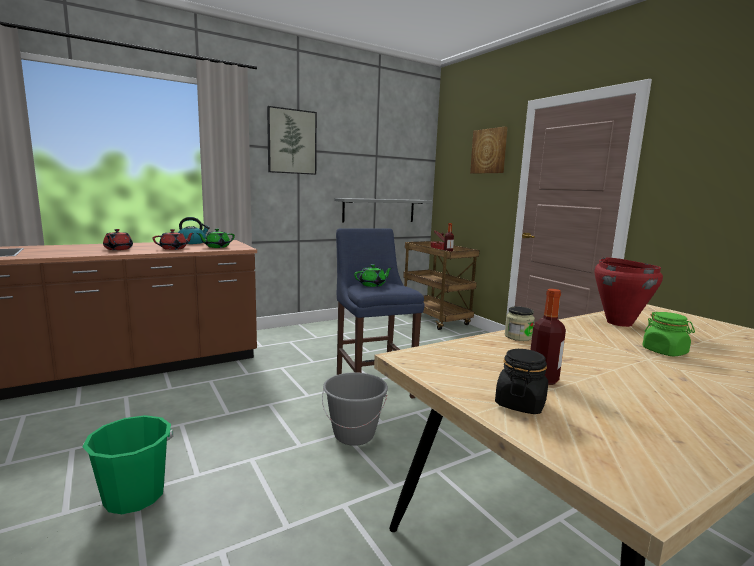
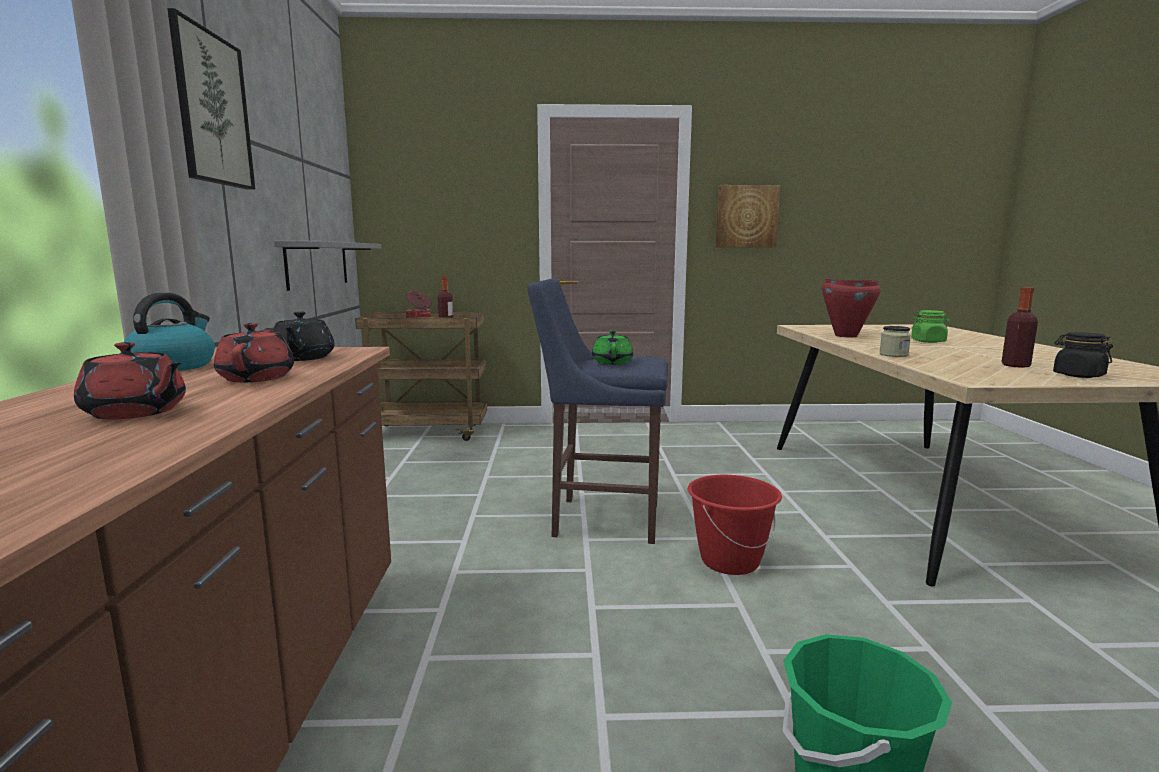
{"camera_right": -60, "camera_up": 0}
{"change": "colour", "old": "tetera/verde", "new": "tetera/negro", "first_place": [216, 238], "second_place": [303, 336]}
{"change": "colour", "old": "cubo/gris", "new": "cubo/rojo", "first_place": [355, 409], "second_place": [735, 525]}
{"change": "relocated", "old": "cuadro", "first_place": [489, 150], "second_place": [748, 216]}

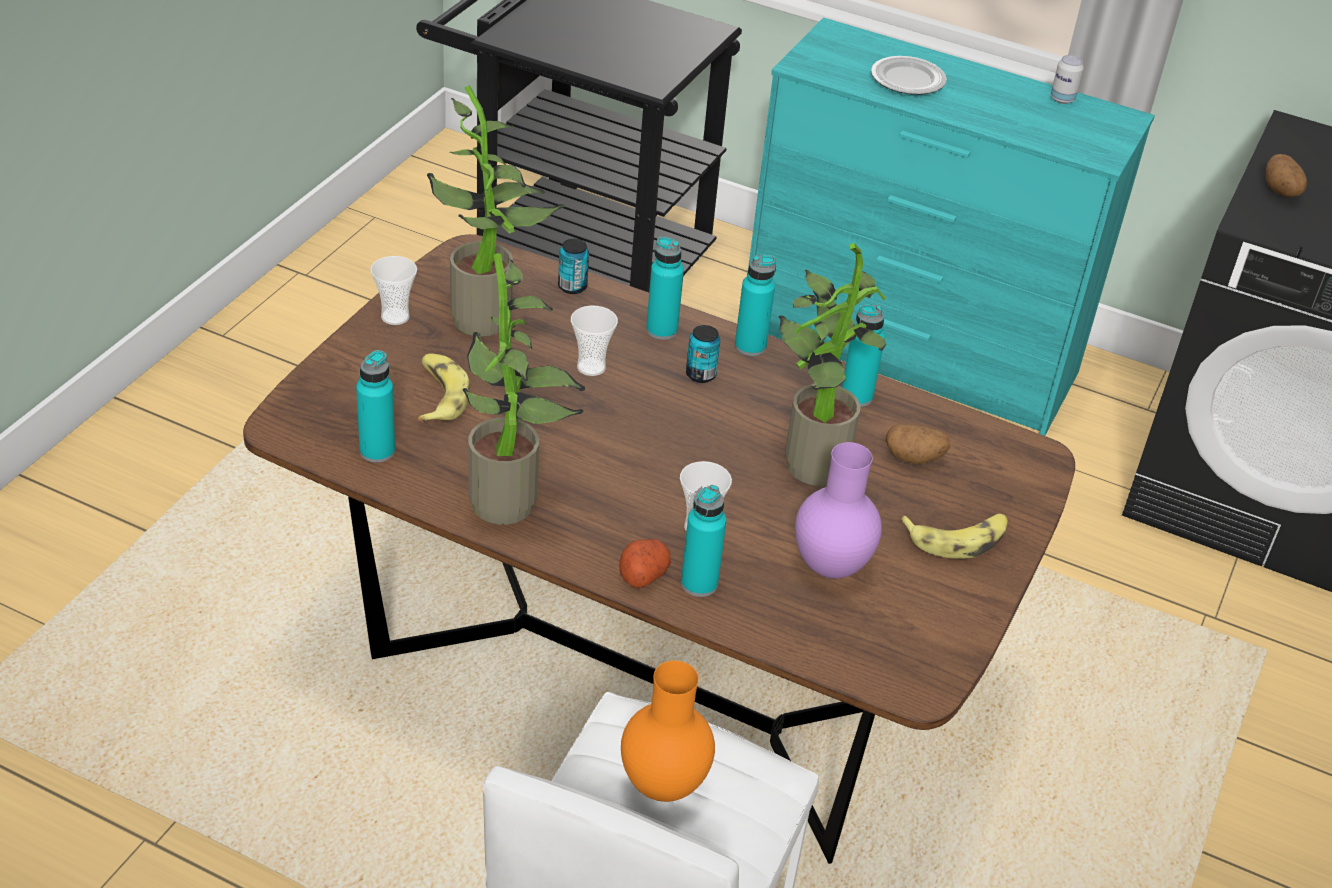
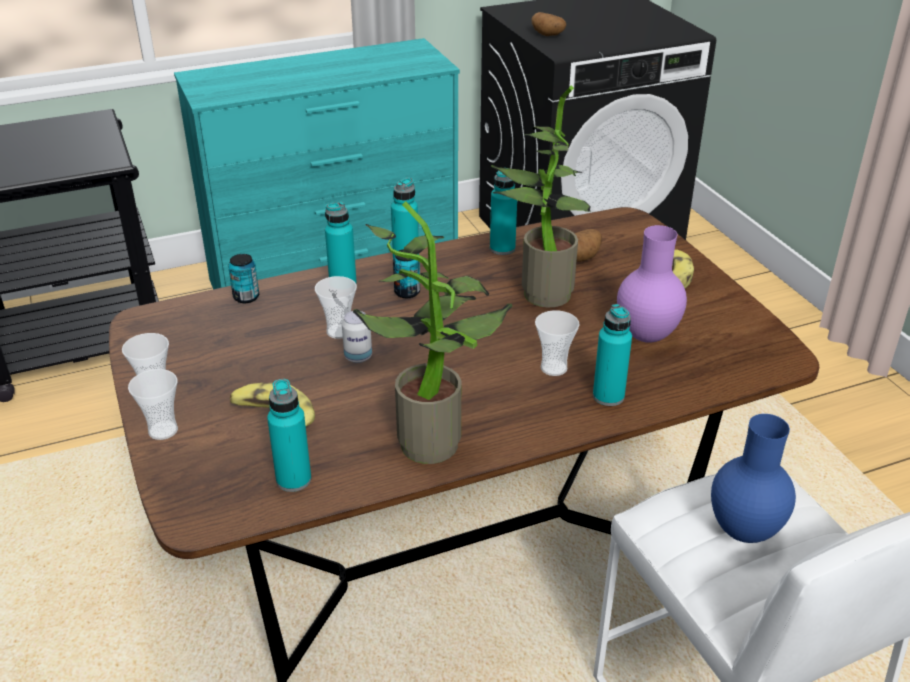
{"camera_right": -45, "camera_up": -5}
{"change": "appeared", "new": "taza", "second_place": [153, 404]}
{"change": "relocated", "old": "lata", "first_place": [1067, 79], "second_place": [357, 337]}
{"change": "colour", "old": "florero/naranja", "new": "florero/azul", "first_place": [668, 731], "second_place": [753, 478]}
{"change": "missing", "old": "planta en maceta", "first_place": [495, 211]}
{"change": "missing", "old": "patata", "first_place": [645, 563]}
{"change": "missing", "old": "plato", "first_place": [909, 75]}

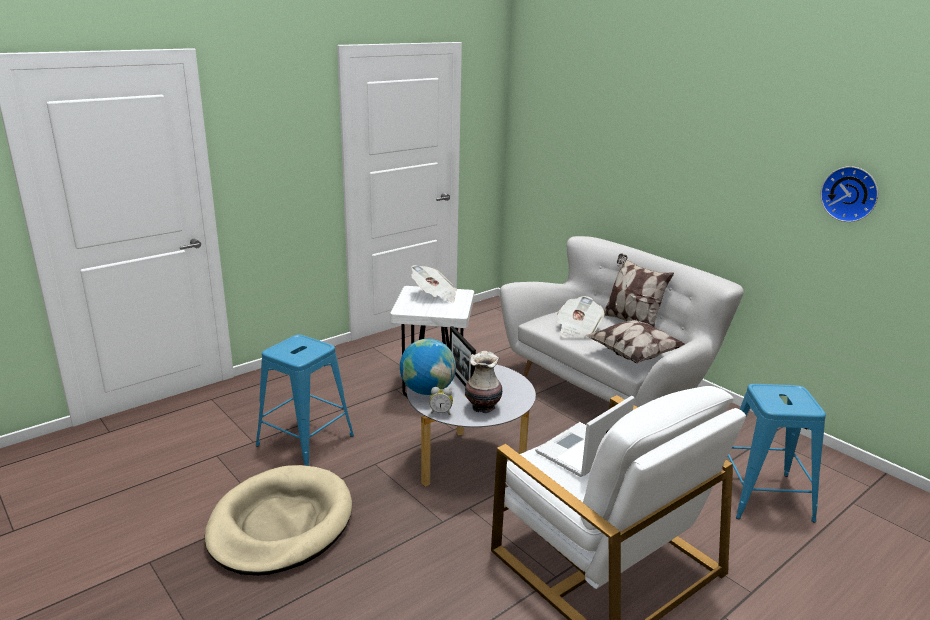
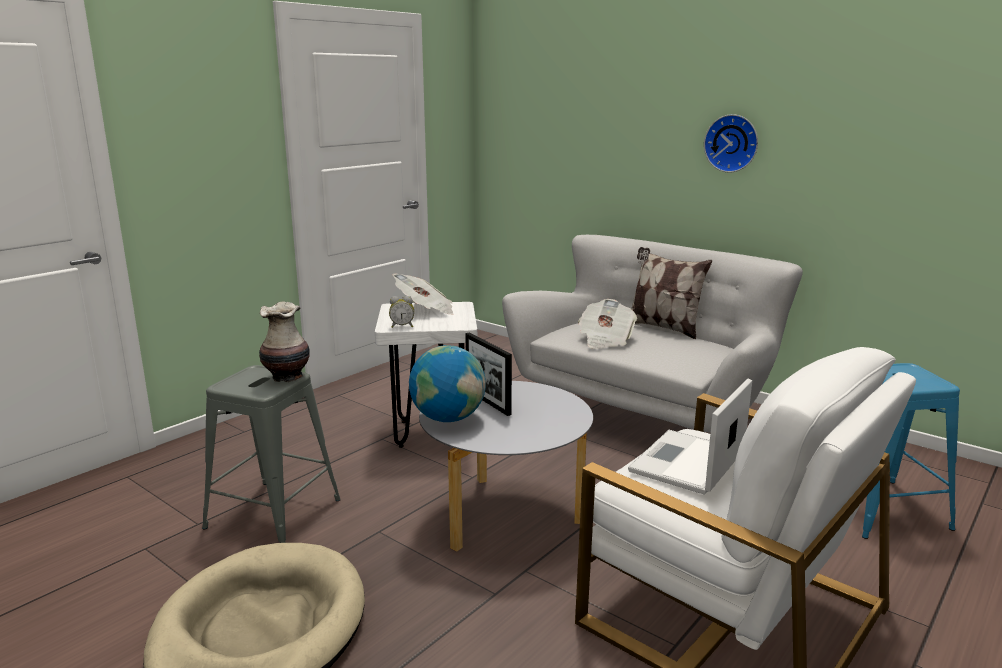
{"camera_right": -10, "camera_up": -5}
{"change": "colour", "old": "taburete/azul", "new": "taburete/gris", "first_place": [305, 400], "second_place": [271, 454]}
{"change": "relocated", "old": "florero", "first_place": [483, 382], "second_place": [284, 342]}
{"change": "relocated", "old": "despertador", "first_place": [441, 401], "second_place": [401, 312]}
{"change": "relocated", "old": "reloj de pared", "first_place": [849, 194], "second_place": [731, 143]}
{"change": "missing", "old": "cojín", "first_place": [635, 341]}

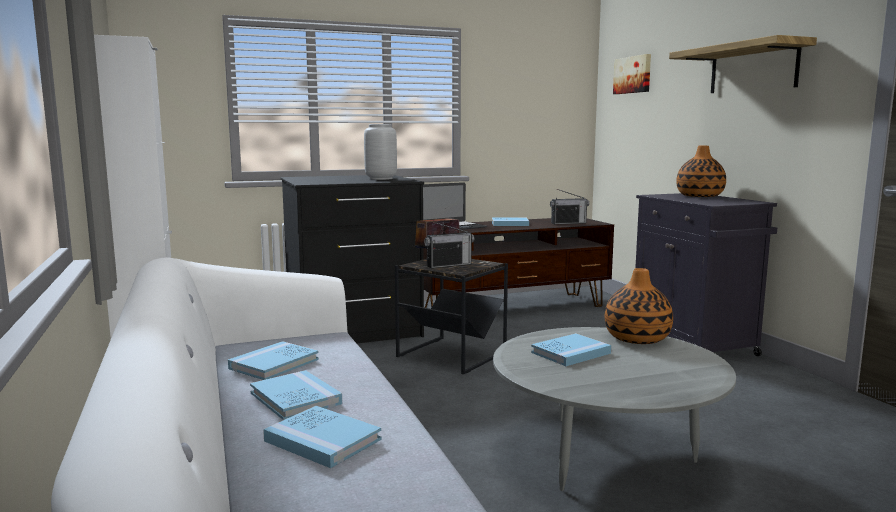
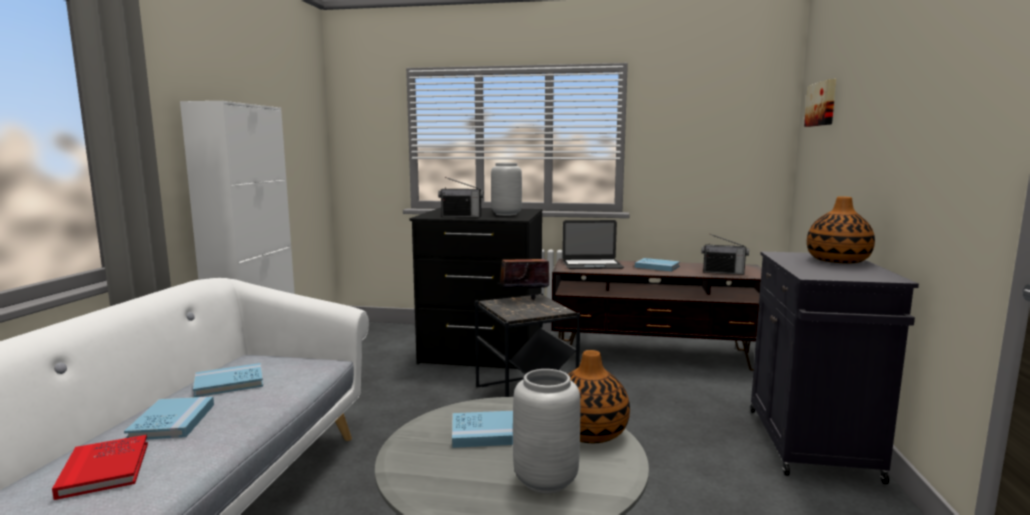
{"camera_right": 30, "camera_up": 0}
{"change": "colour", "old": "libro/azul", "new": "libro/rojo", "first_place": [322, 437], "second_place": [100, 467]}
{"change": "relocated", "old": "radio", "first_place": [449, 245], "second_place": [461, 197]}
{"change": "appeared", "new": "florero/gris", "second_place": [546, 431]}
{"change": "missing", "old": "estante", "first_place": [743, 64]}

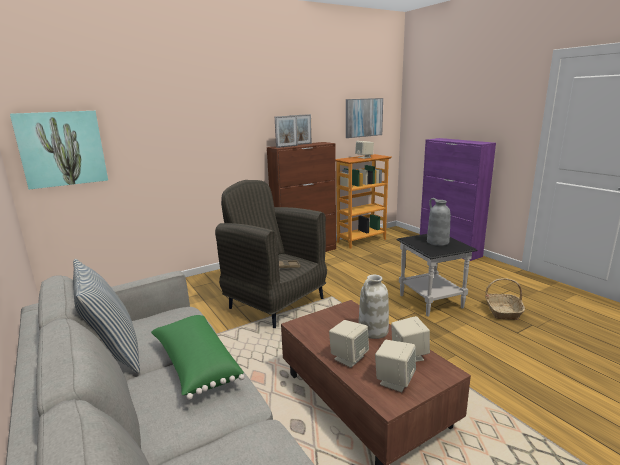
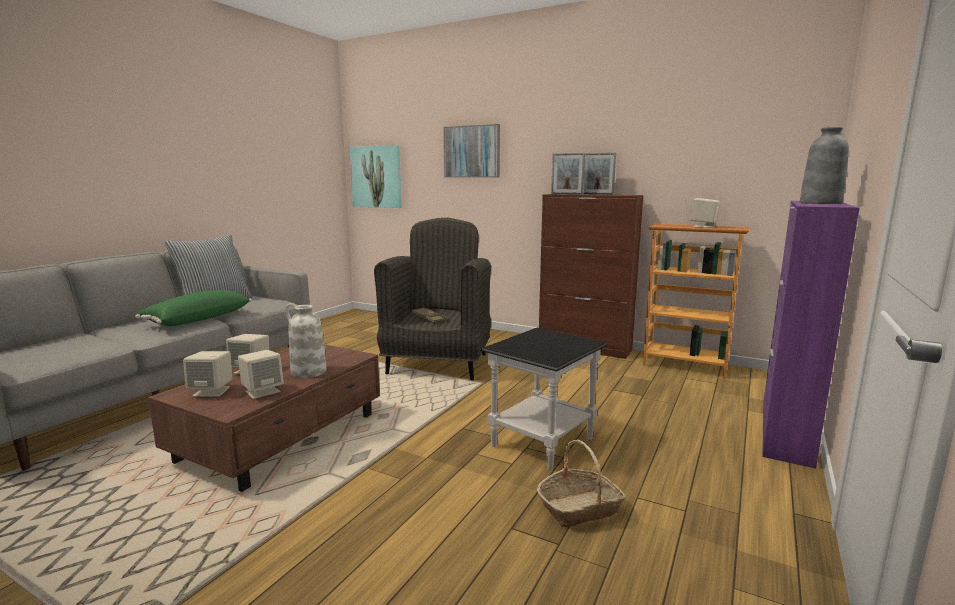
{"camera_right": 60, "camera_up": -5}
{"change": "relocated", "old": "cuadro", "first_place": [364, 118], "second_place": [472, 150]}
{"change": "relocated", "old": "florero/gris", "first_place": [438, 222], "second_place": [824, 165]}

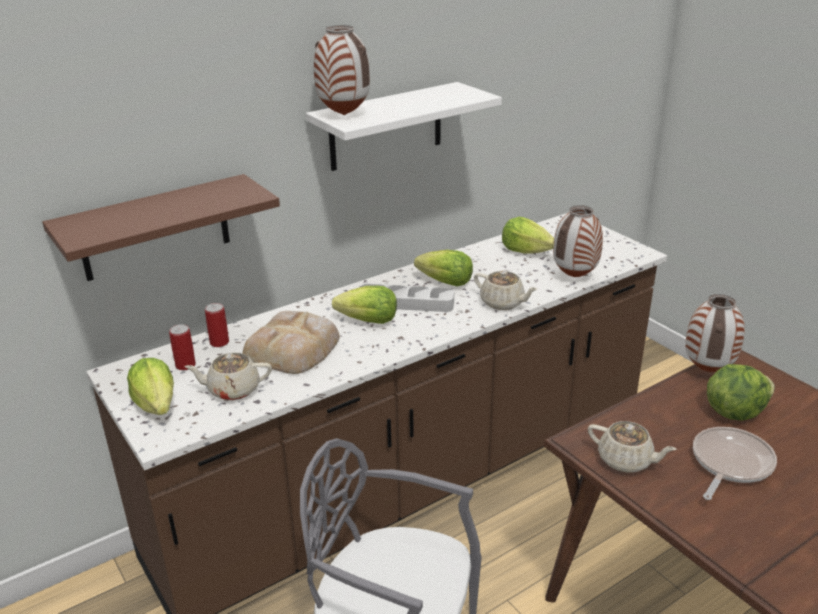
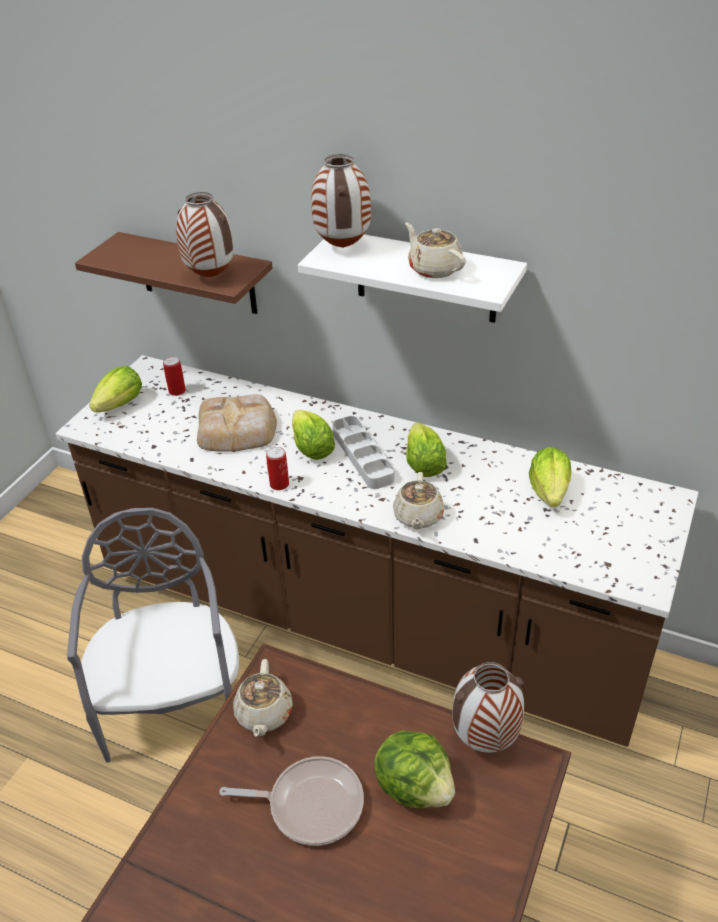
{"camera_right": 60, "camera_up": 10}
{"change": "relocated", "old": "florero", "first_place": [578, 241], "second_place": [205, 234]}
{"change": "relocated", "old": "lata", "first_place": [217, 325], "second_place": [277, 468]}
{"change": "relocated", "old": "tetera/beis", "first_place": [228, 376], "second_place": [435, 250]}

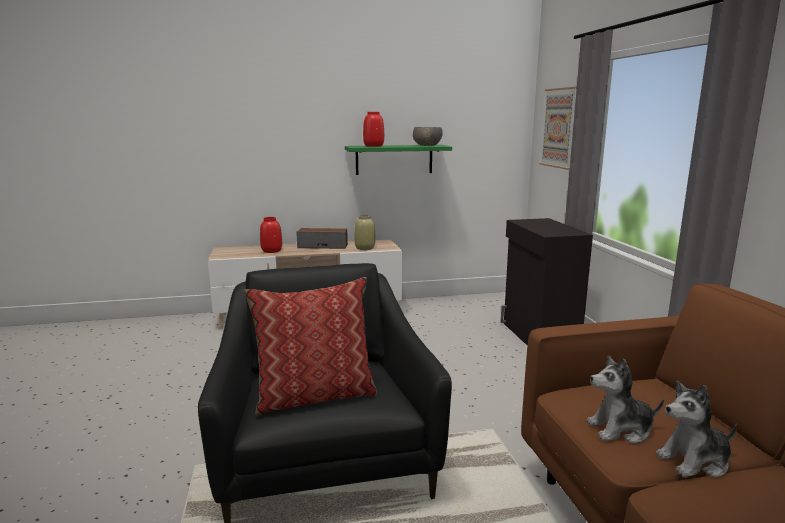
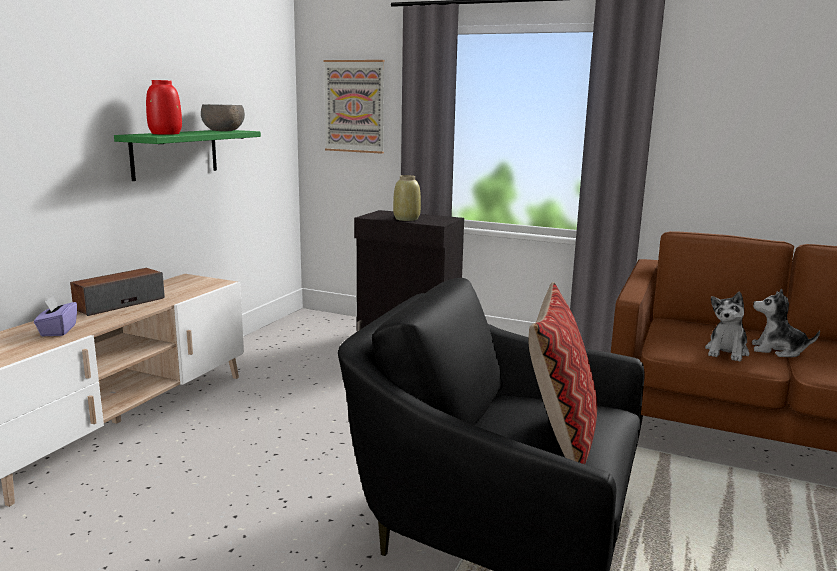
{"camera_right": -55, "camera_up": 0}
{"change": "exchanged", "old": "florero/rojo", "new": "caja de pañuelos/morado", "first_place": [271, 235], "second_place": [55, 316]}
{"change": "relocated", "old": "florero/beis", "first_place": [364, 232], "second_place": [407, 198]}
{"change": "spun", "old": "peluche", "first_place": [696, 429], "second_place": [786, 323], "degrees": 90}

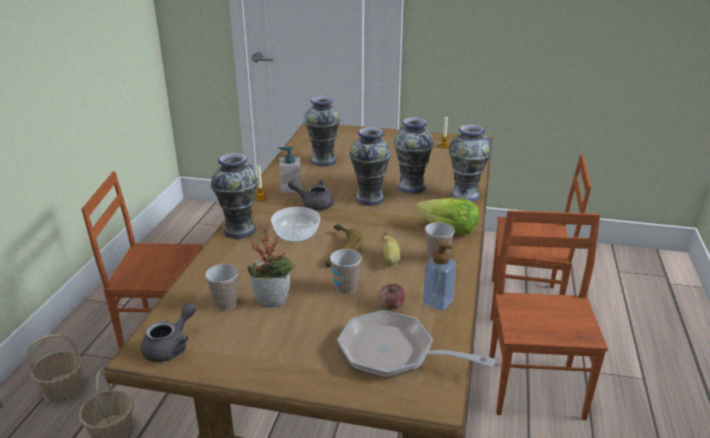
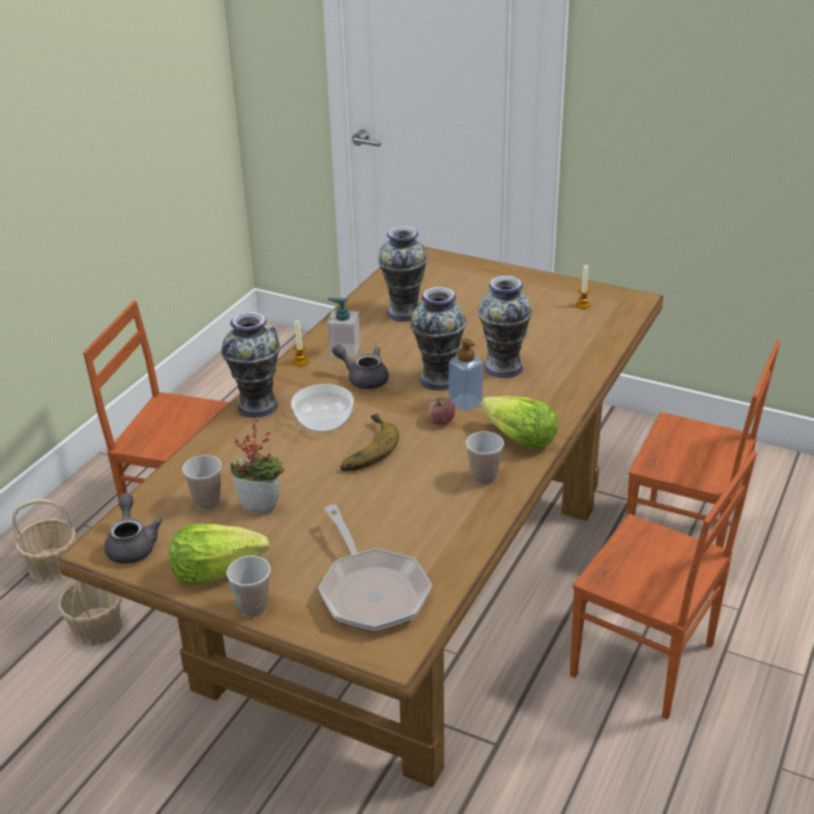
{"camera_right": 15, "camera_up": 5}
{"change": "spun", "old": "tetera/gris", "first_place": [168, 332], "second_place": [133, 528], "degrees": -60}
{"change": "appeared", "new": "lechuga", "second_place": [219, 554]}
{"change": "relocated", "old": "taza", "first_place": [346, 271], "second_place": [249, 586]}
{"change": "spun", "old": "sartén", "first_place": [416, 344], "second_place": [375, 568], "degrees": -150}
{"change": "relocated", "old": "manzana", "first_place": [391, 296], "second_place": [441, 411]}
{"change": "relocated", "old": "dispensador de jabón", "first_place": [440, 276], "second_place": [466, 375]}
{"change": "spun", "old": "silla/marrón", "first_place": [548, 315], "second_place": [663, 585], "degrees": 105}
{"change": "missing", "old": "plátano", "first_place": [391, 248]}
{"change": "missing", "old": "florero", "first_place": [470, 163]}

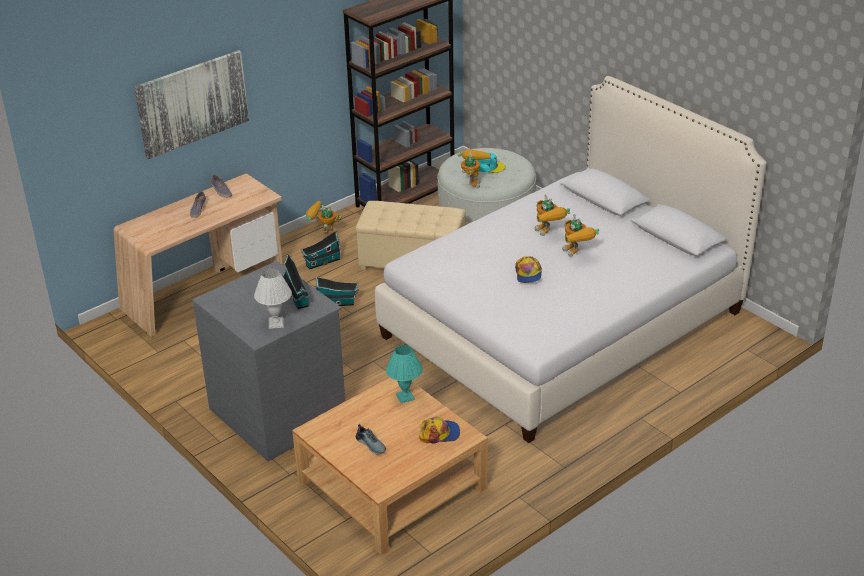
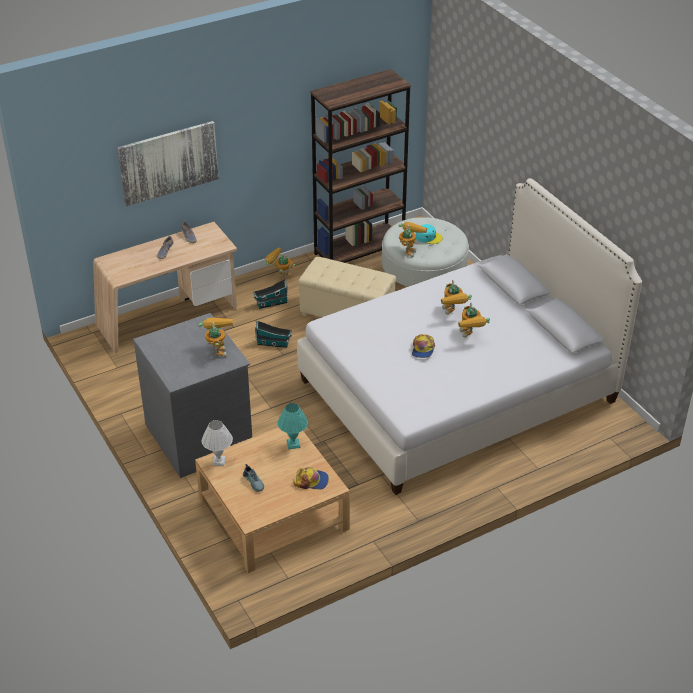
{"camera_right": 10, "camera_up": 5}
{"change": "exchanged", "old": "casita", "new": "robot de juguete", "first_place": [296, 281], "second_place": [215, 337]}
{"change": "relocated", "old": "lámpara de mesa/blanco", "first_place": [273, 299], "second_place": [217, 443]}

